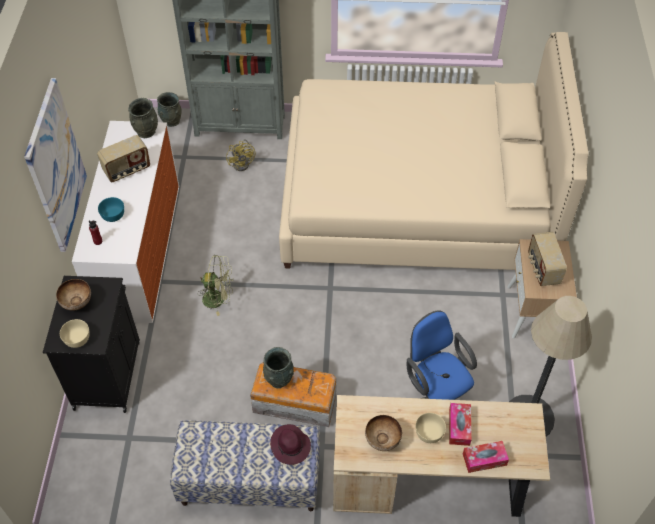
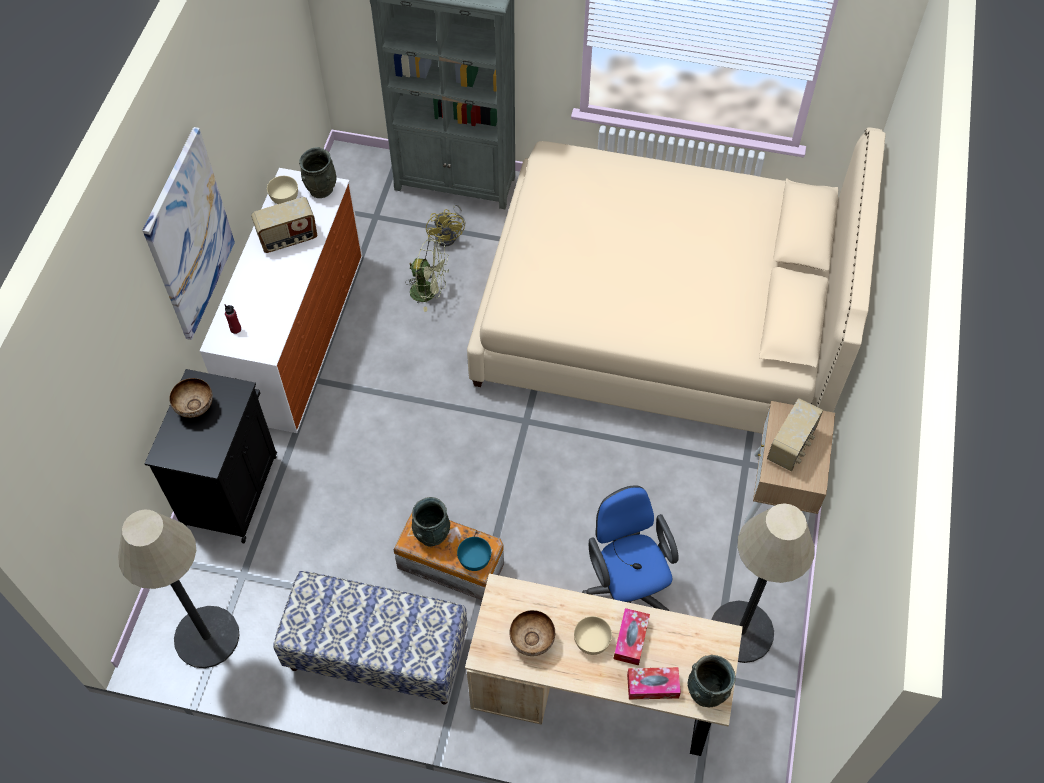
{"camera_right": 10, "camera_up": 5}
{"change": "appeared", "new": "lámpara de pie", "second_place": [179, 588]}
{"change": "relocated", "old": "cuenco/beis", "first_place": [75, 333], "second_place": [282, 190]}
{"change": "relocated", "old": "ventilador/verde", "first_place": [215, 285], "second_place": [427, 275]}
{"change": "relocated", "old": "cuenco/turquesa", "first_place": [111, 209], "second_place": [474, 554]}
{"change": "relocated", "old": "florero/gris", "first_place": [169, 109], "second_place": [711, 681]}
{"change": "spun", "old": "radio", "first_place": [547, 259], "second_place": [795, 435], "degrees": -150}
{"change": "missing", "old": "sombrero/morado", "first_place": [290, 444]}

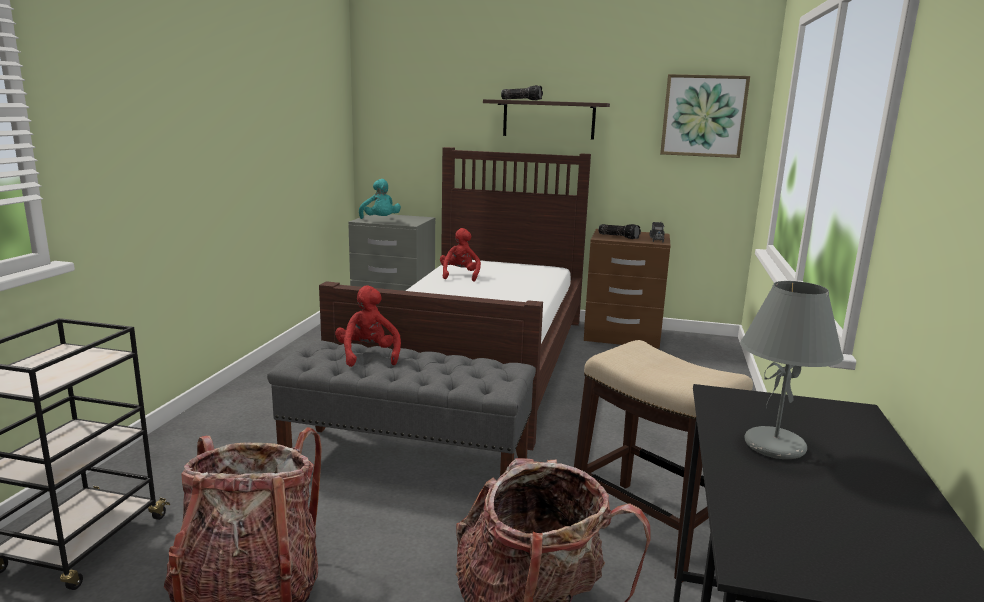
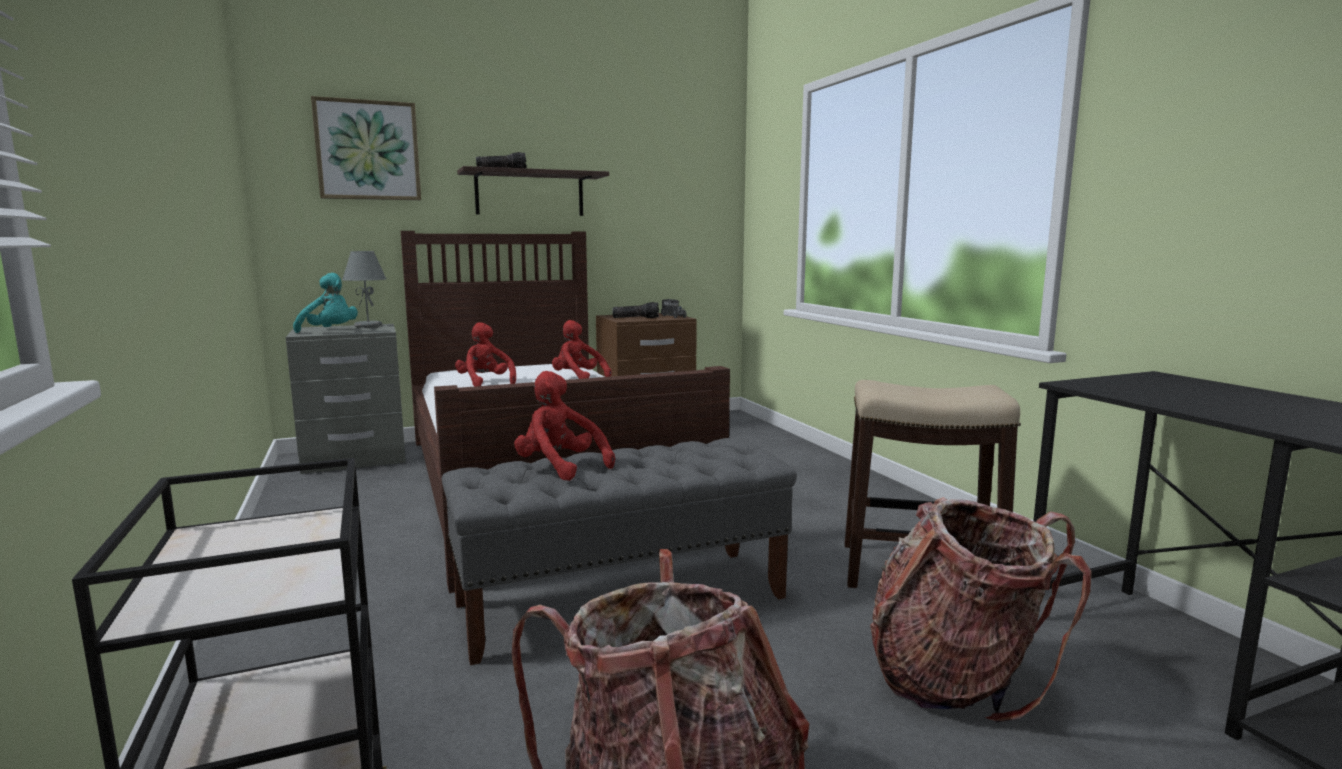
{"camera_right": -35, "camera_up": -5}
{"change": "relocated", "old": "cuadro", "first_place": [705, 116], "second_place": [366, 148]}
{"change": "relocated", "old": "lámpara de mesa/gris", "first_place": [791, 370], "second_place": [364, 289]}
{"change": "appeared", "new": "peluche/rojo", "second_place": [582, 349]}

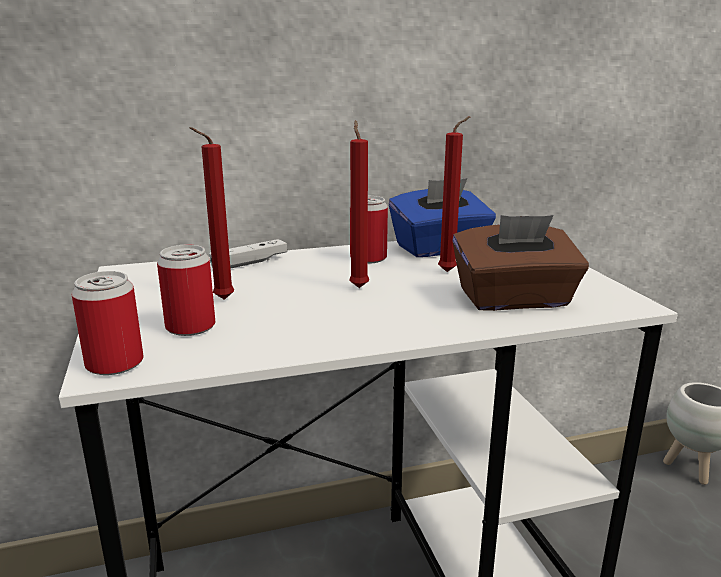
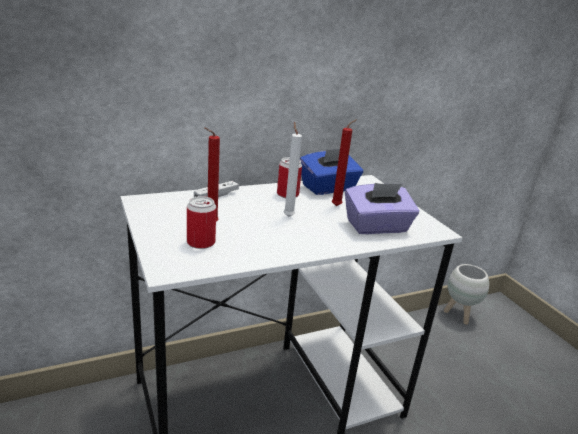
{"camera_right": -10, "camera_up": 5}
{"change": "colour", "old": "vela/rojo", "new": "vela/blanco", "first_place": [359, 204], "second_place": [292, 169]}
{"change": "colour", "old": "caja de pañuelos/marrón", "new": "caja de pañuelos/morado", "first_place": [520, 263], "second_place": [382, 208]}
{"change": "missing", "old": "lata", "first_place": [107, 323]}

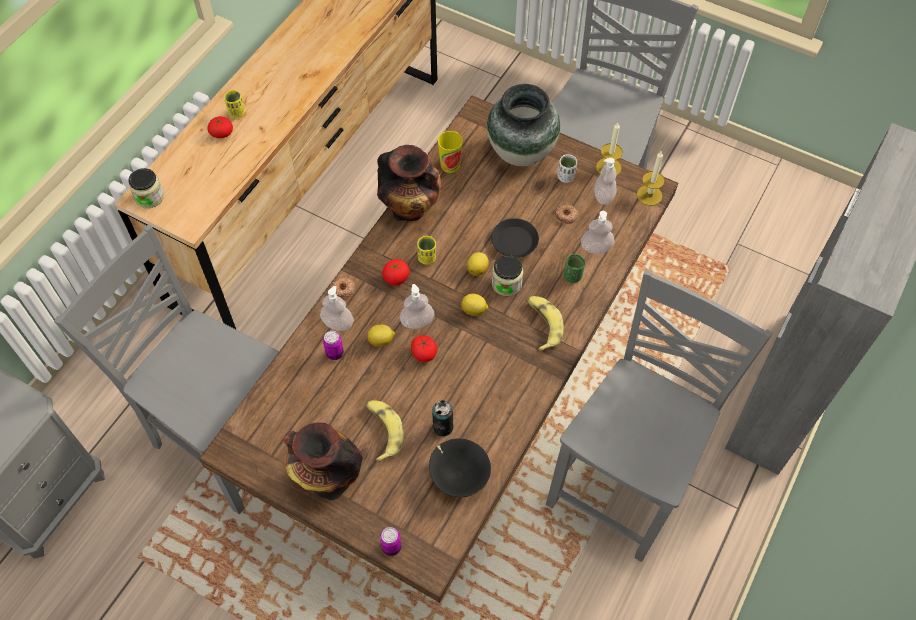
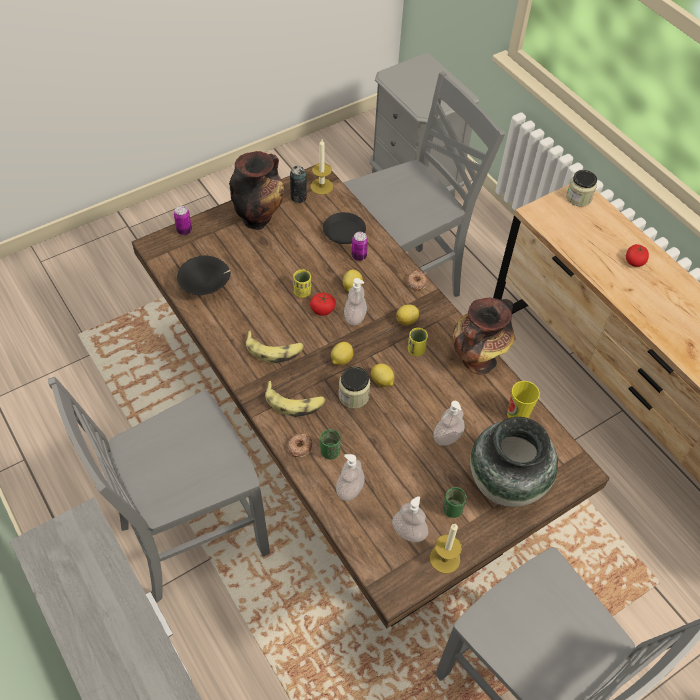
{"camera_right": 115, "camera_up": -5}
{"change": "spun", "old": "silla/gris", "first_place": [659, 415], "second_place": [159, 490], "degrees": 90}
{"change": "relocated", "old": "plátano", "first_place": [385, 431], "second_place": [275, 347]}
{"change": "relocated", "old": "rosquilla", "first_place": [566, 214], "second_place": [299, 445]}
{"change": "relocated", "old": "lata", "first_place": [443, 418], "second_place": [298, 184]}
{"change": "relocated", "old": "taza/amarillo", "first_place": [234, 104], "second_place": [302, 283]}
{"change": "relocated", "old": "vela", "first_place": [651, 178], "second_place": [321, 167]}
{"change": "relocated", "old": "plato/negro", "first_place": [515, 238], "second_place": [344, 228]}
{"change": "exchanged", "old": "tomate", "new": "limón", "first_place": [396, 272], "second_place": [407, 314]}
{"change": "relocated", "old": "dispensador de jabón", "first_place": [337, 308], "second_place": [449, 423]}
{"change": "colour", "old": "taza/blanco", "new": "taza/verde", "first_place": [567, 168], "second_place": [455, 502]}

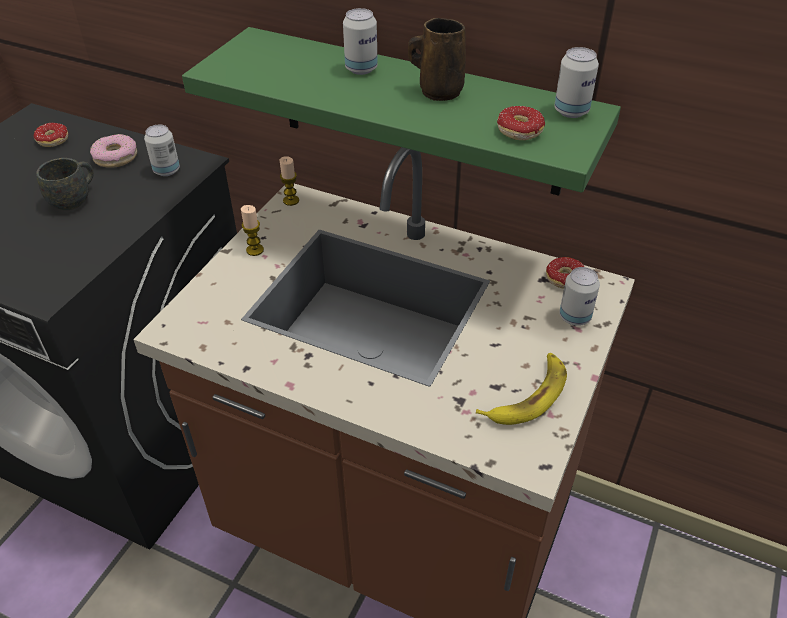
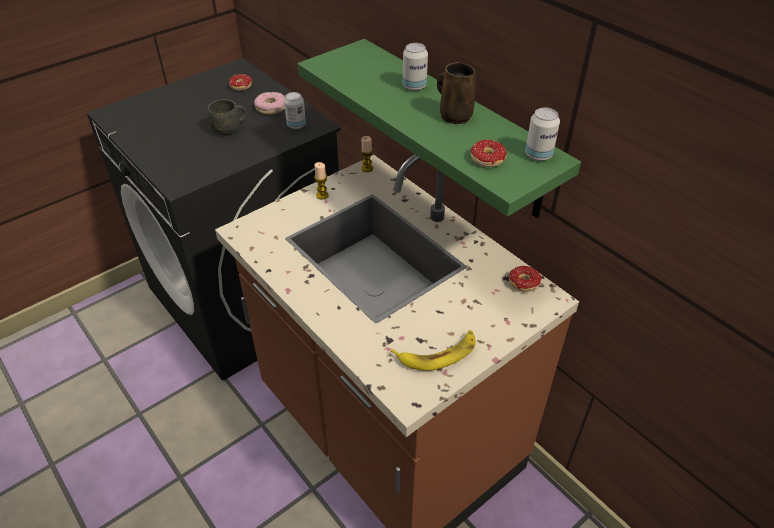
{"camera_right": 25, "camera_up": 0}
{"change": "missing", "old": "lata", "first_place": [579, 296]}

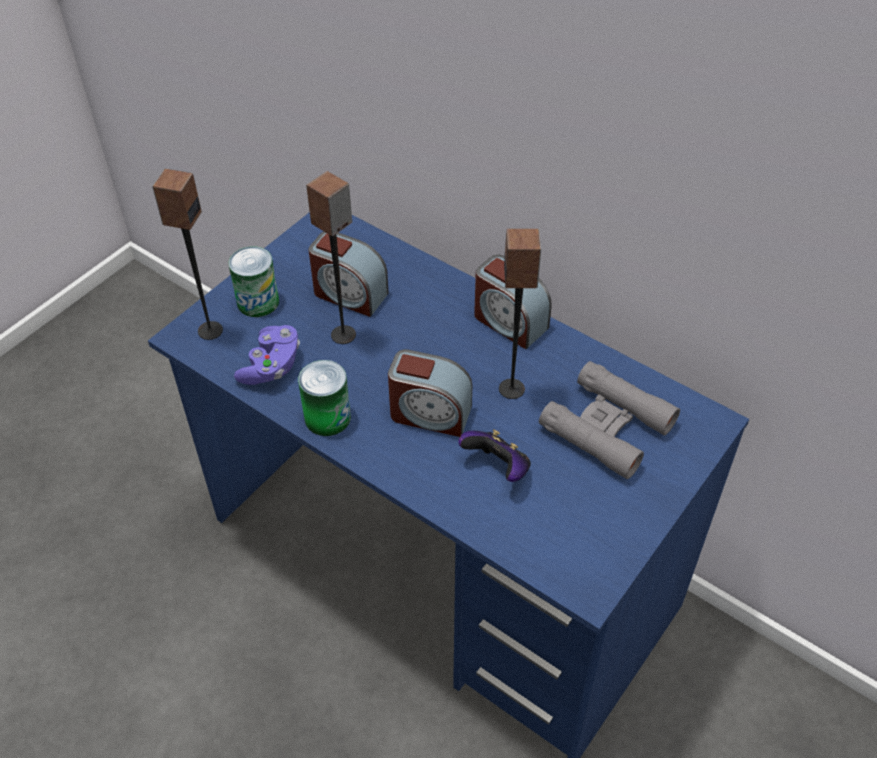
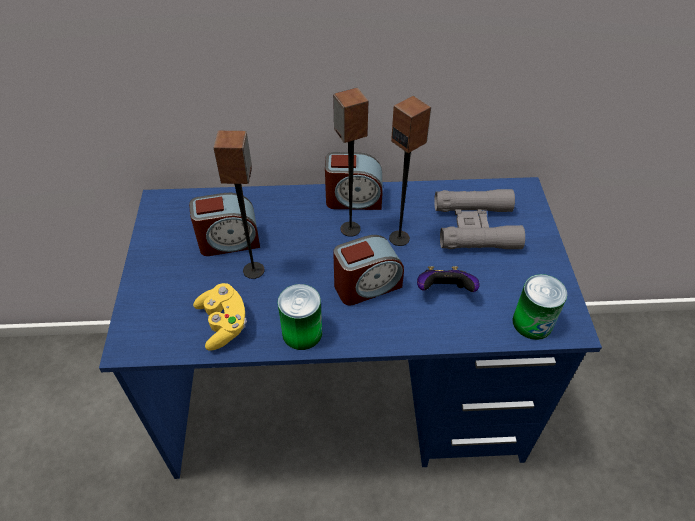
{"camera_right": -40, "camera_up": 0}
{"change": "colour", "old": "mando de consola/morado", "new": "mando de consola/amarillo", "first_place": [267, 355], "second_place": [220, 317]}
{"change": "relocated", "old": "altavoz", "first_place": [187, 254], "second_place": [350, 162]}
{"change": "relocated", "old": "lata", "first_place": [253, 281], "second_place": [539, 307]}

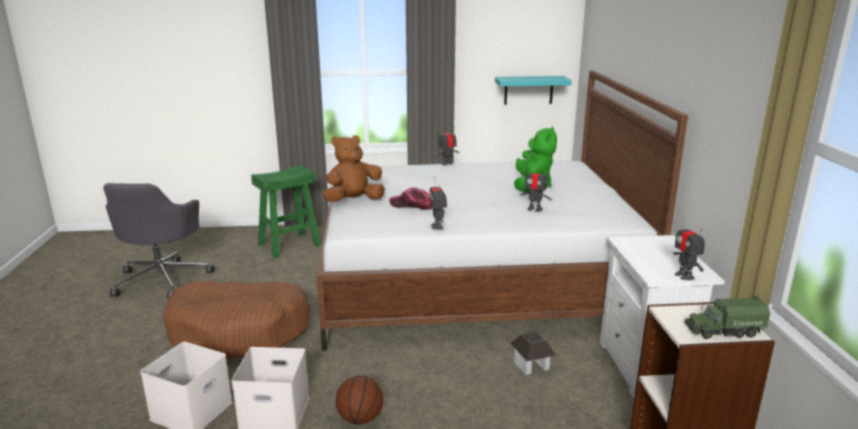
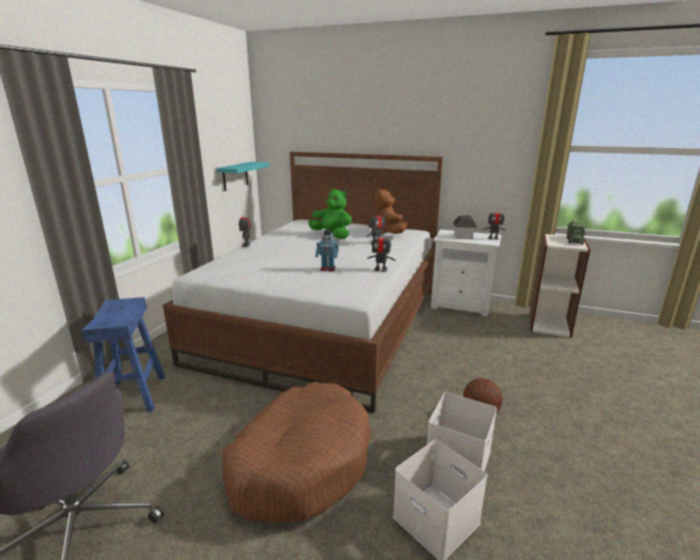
{"camera_right": -65, "camera_up": 0}
{"change": "colour", "old": "taburete/verde", "new": "taburete/azul", "first_place": [286, 211], "second_place": [123, 354]}
{"change": "exchanged", "old": "gorra", "new": "robot de juguete", "first_place": [411, 199], "second_place": [327, 250]}
{"change": "relocated", "old": "peluche/marrón", "first_place": [354, 168], "second_place": [391, 211]}
{"change": "relocated", "old": "casita", "first_place": [533, 353], "second_place": [465, 227]}

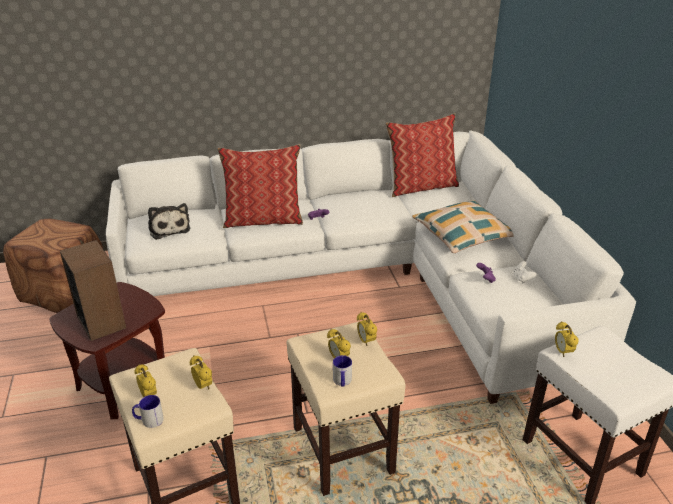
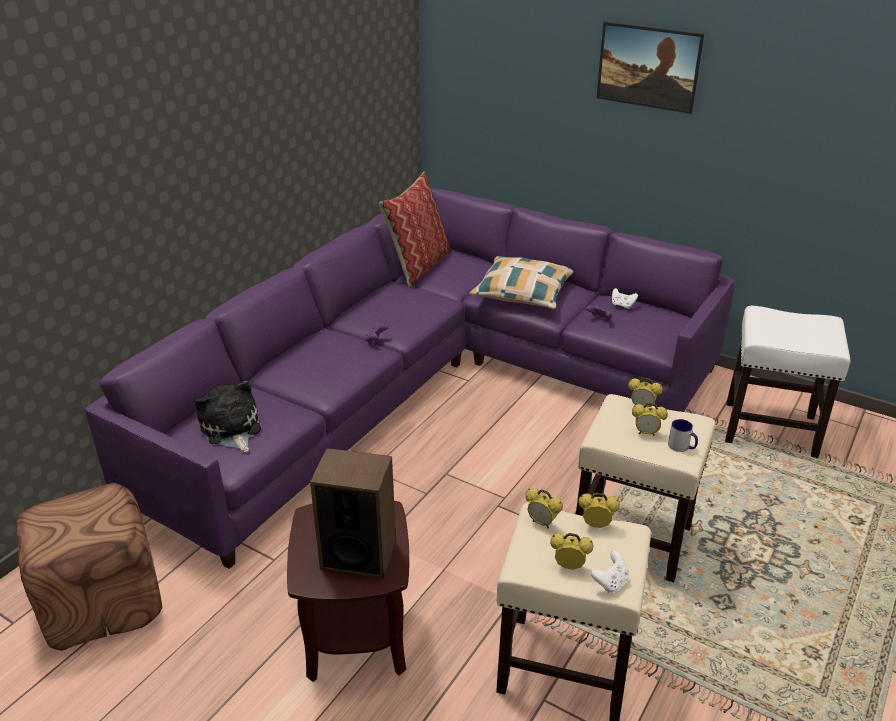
{"camera_right": -45, "camera_up": 0}
{"change": "colour", "old": "sofá/blanco", "new": "sofá/morado", "first_place": [371, 267], "second_place": [410, 378]}
{"change": "spun", "old": "peluche", "first_place": [169, 221], "second_place": [228, 416], "degrees": -135}
{"change": "relocated", "old": "despertador", "first_place": [567, 339], "second_place": [544, 508]}
{"change": "exchanged", "old": "taza grande", "new": "mando de consola/blanco", "first_place": [148, 411], "second_place": [610, 572]}
{"change": "appeared", "new": "cuadro", "second_place": [650, 68]}
{"change": "missing", "old": "cojín", "first_place": [260, 186]}

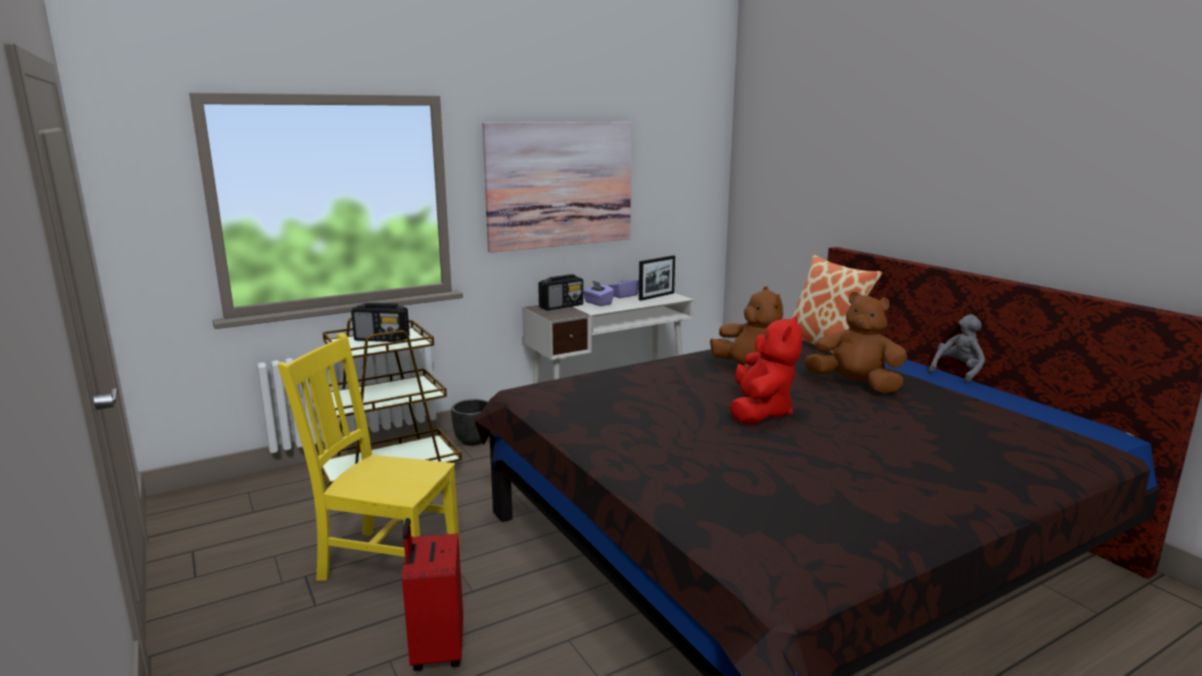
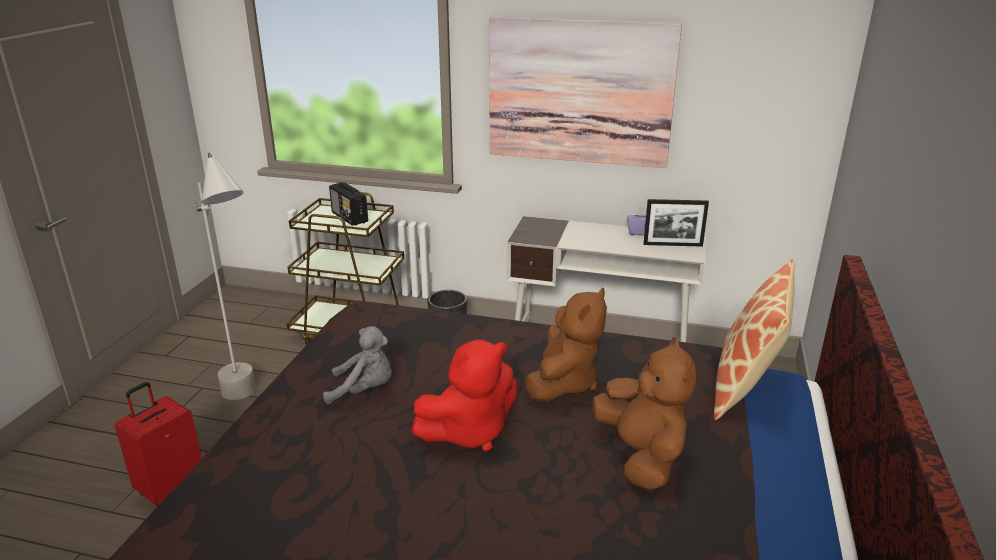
{"camera_right": 45, "camera_up": 10}
{"change": "exchanged", "old": "silla/amarillo", "new": "lámpara de pie/gris", "first_place": [369, 457], "second_place": [225, 276]}
{"change": "relocated", "old": "peluche/gris", "first_place": [957, 348], "second_place": [357, 365]}
{"change": "missing", "old": "radio", "first_place": [560, 292]}
{"change": "missing", "old": "caja de pañuelos/morado", "first_place": [599, 293]}

